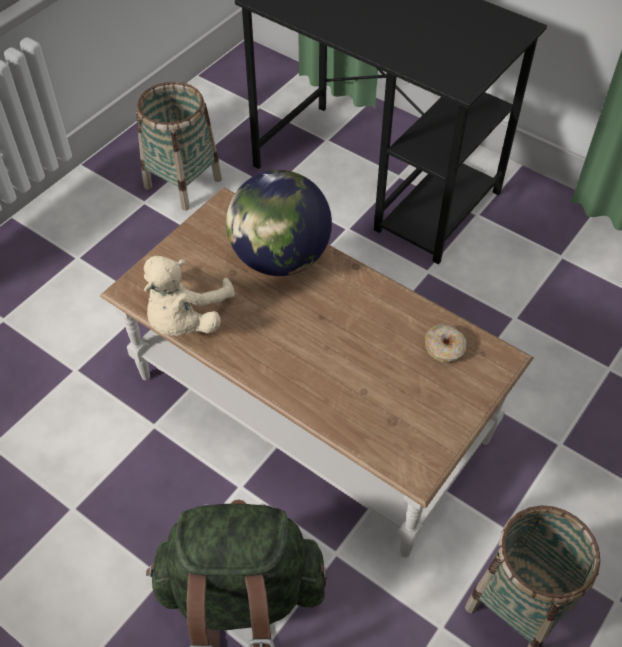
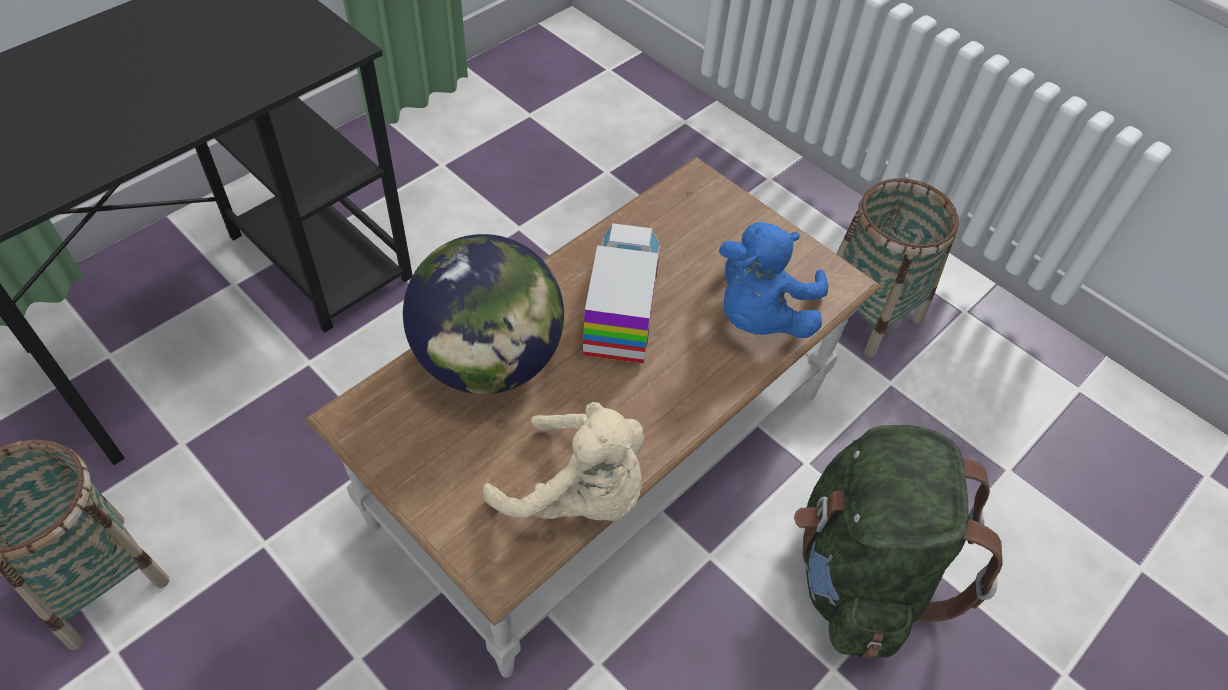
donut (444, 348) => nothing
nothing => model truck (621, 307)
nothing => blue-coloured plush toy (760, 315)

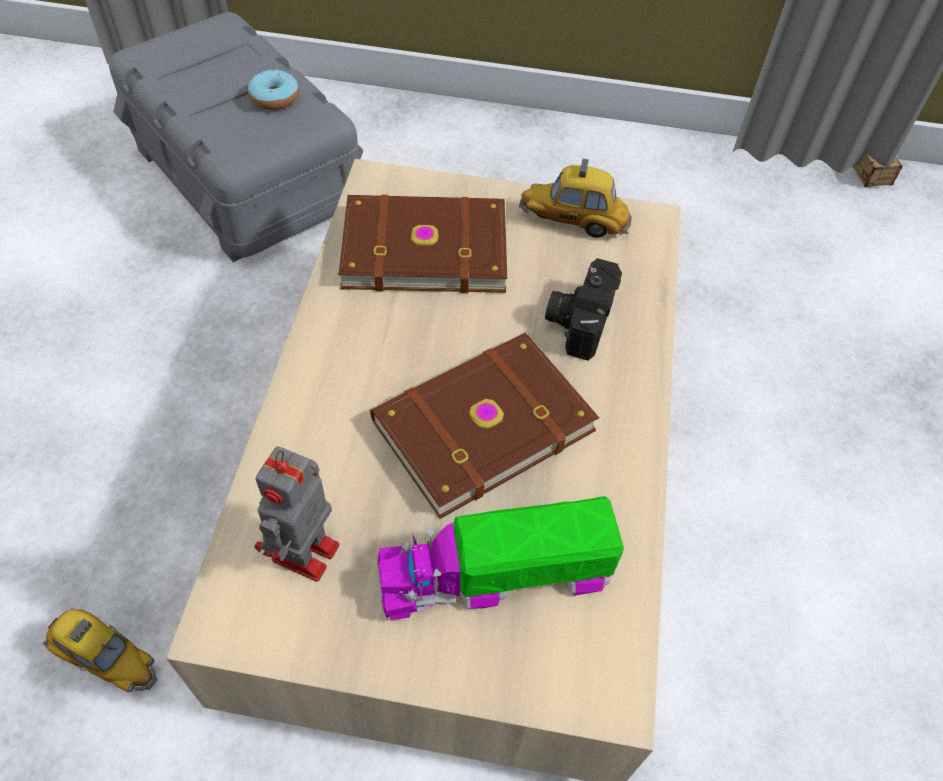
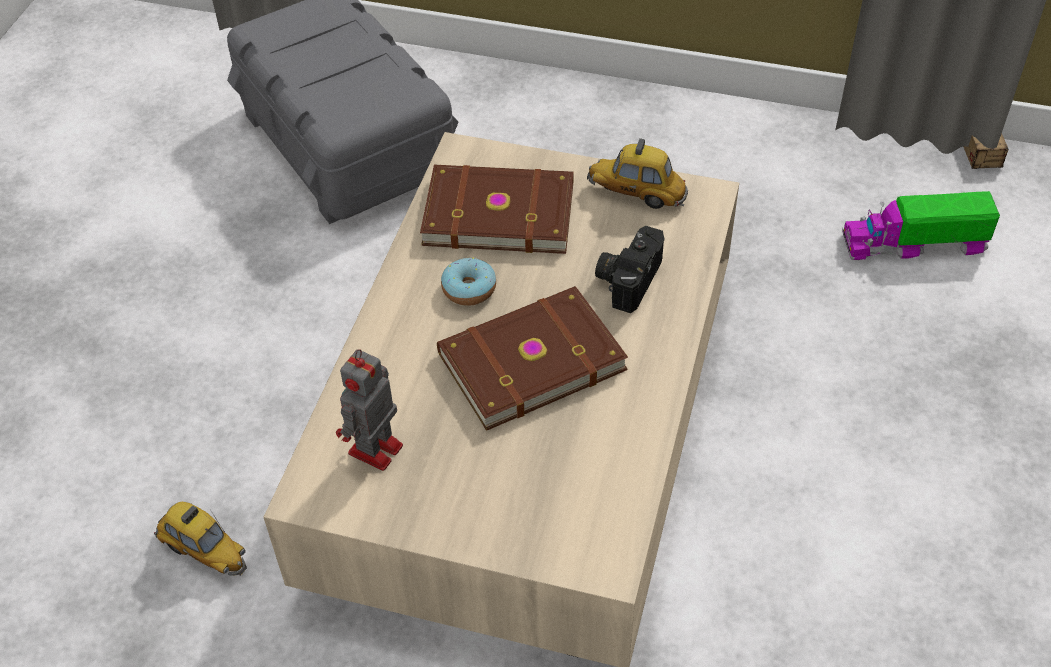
donut (274, 98) => donut (469, 289), moved
model truck (494, 575) => model truck (914, 244), moved

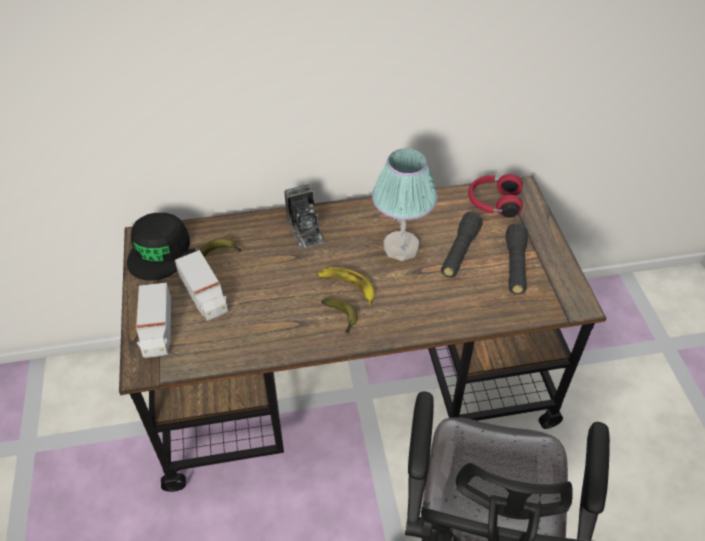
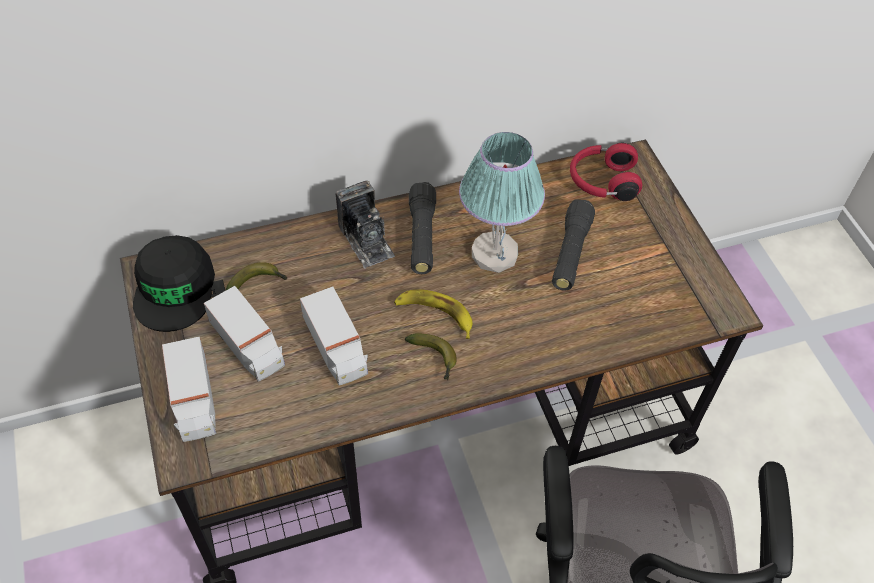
blackish flashlight (515, 266) => blackish flashlight (422, 237), moved
nothing => model truck (336, 348)

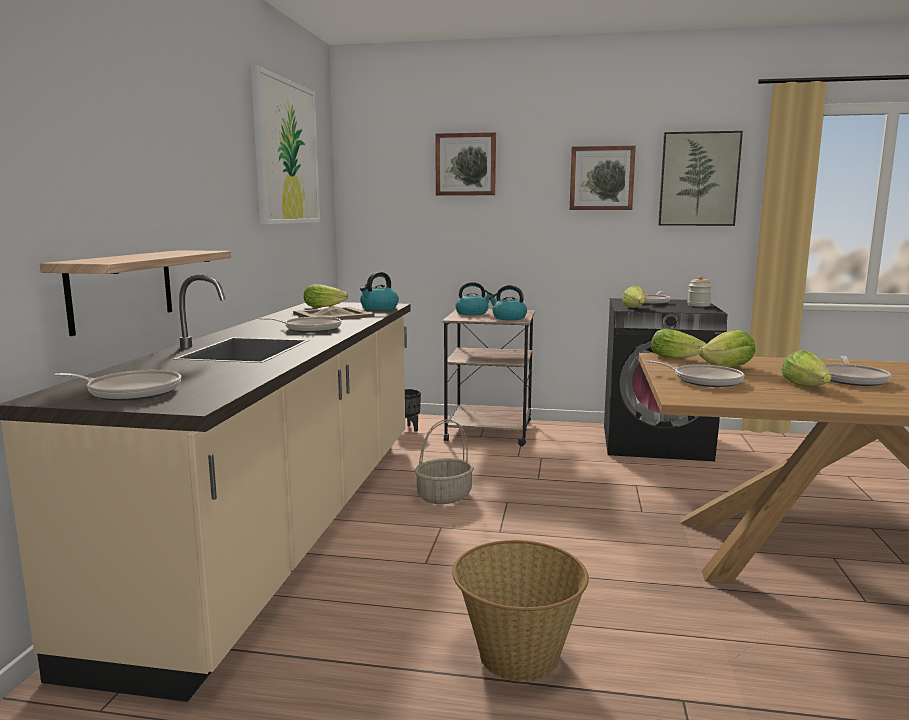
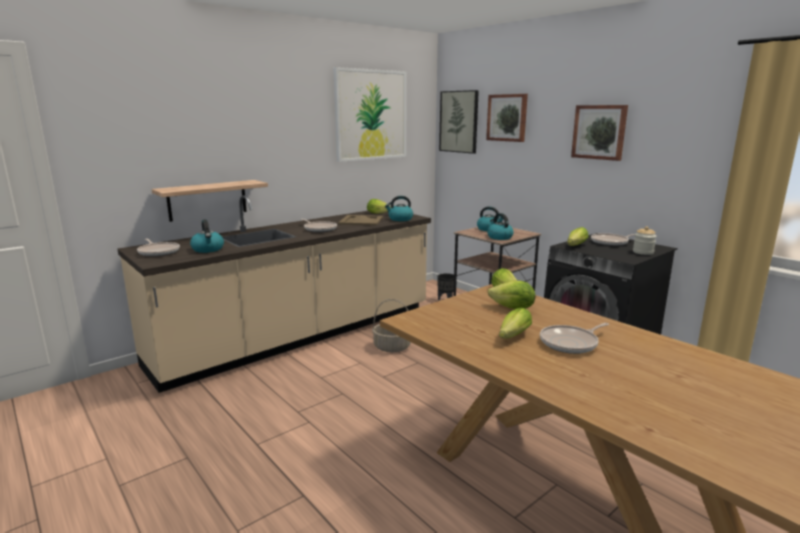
household basket (518, 656) => nothing
frying pan (704, 380) => nothing
wall art (698, 179) => wall art (459, 121), moved
nothing => kettle (208, 249)

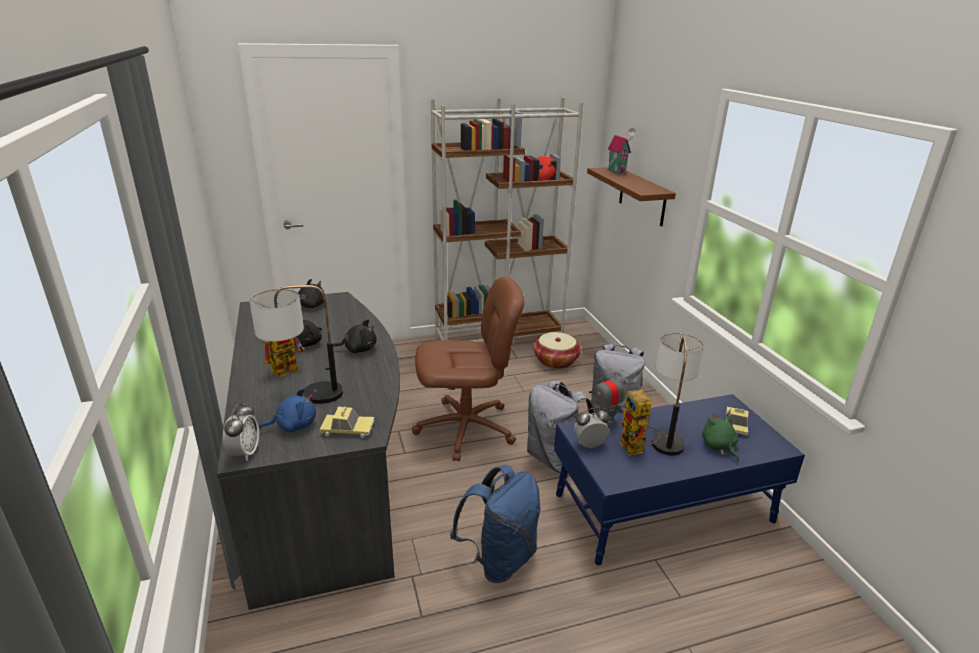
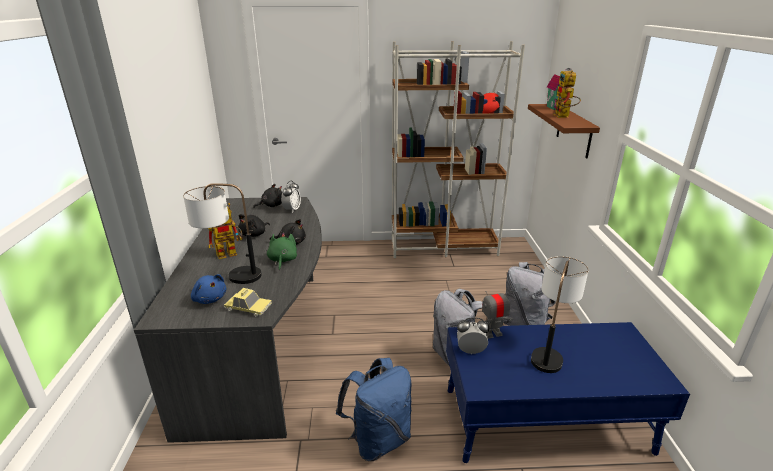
table clock (245, 453) => table clock (292, 210), moved
blue-coloured plush toy (293, 425) => blue-coloured plush toy (209, 299), 45 degrees clockwise
brownish desk chair (466, 428) => nothing
household basket (555, 361) => nothing
toy robot (635, 450) => toy robot (564, 116), moved
greenish plush toy (719, 446) => greenish plush toy (282, 260), moved
toy car (736, 424) => nothing

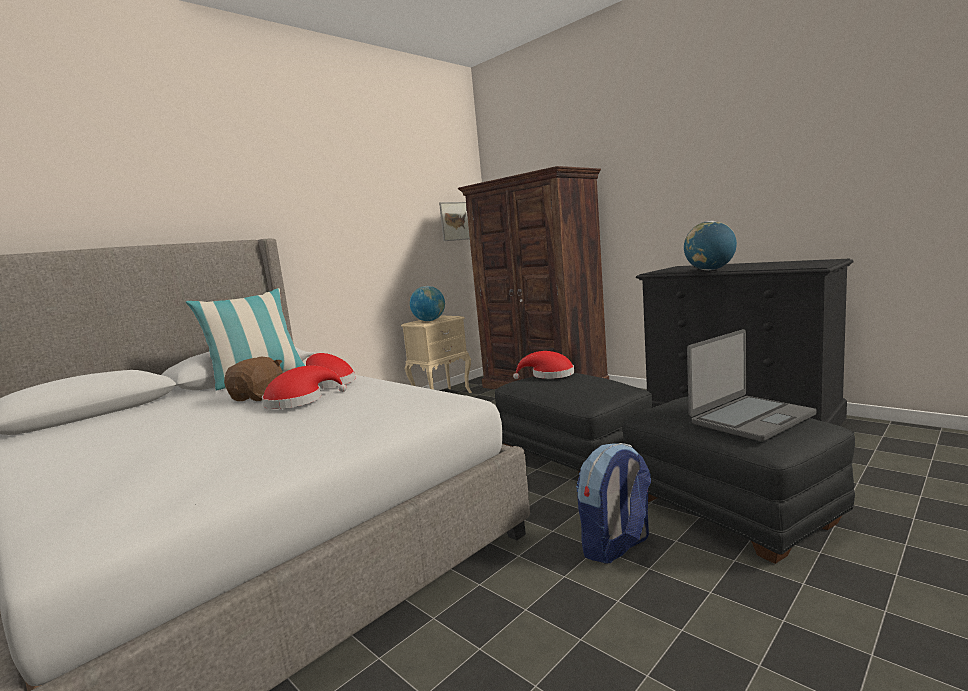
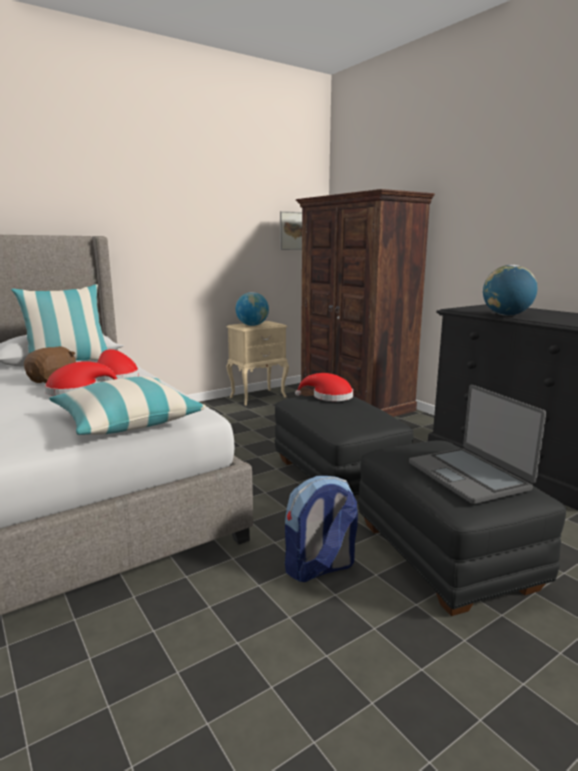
laptop (750, 419) => laptop (469, 476), 90 degrees clockwise
nothing => throw pillow (127, 421)

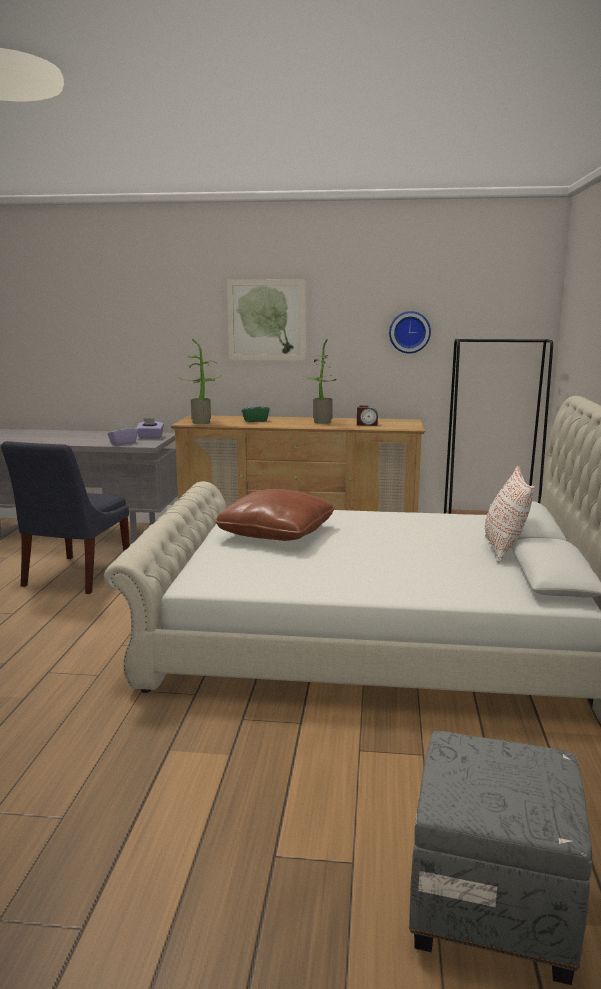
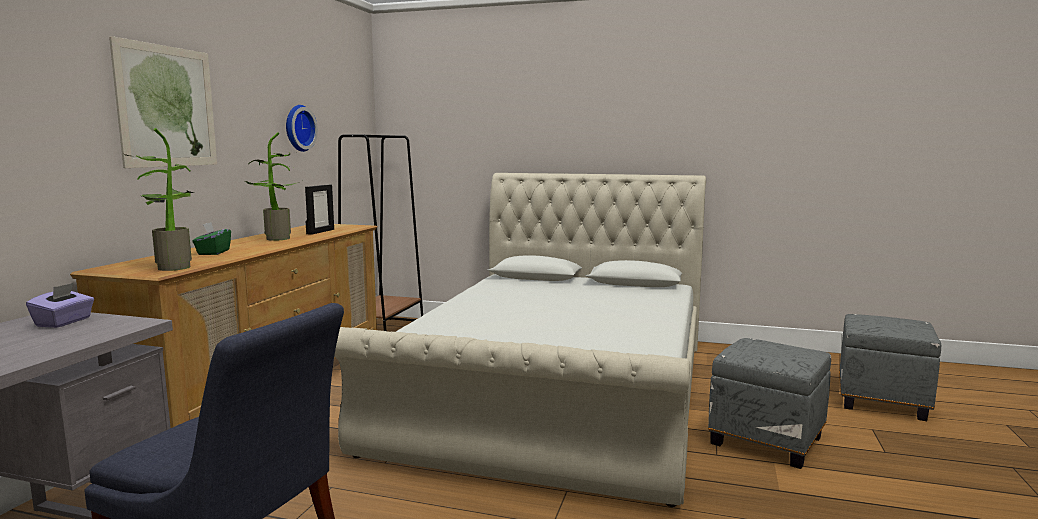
purple-coloured box of tissues (123, 443) => nothing
brownish throw pillow (276, 533) => nothing
table clock (367, 424) => picture frame (320, 231)
white throw pillow (503, 550) => nothing
nothing => grey footrest (768, 440)

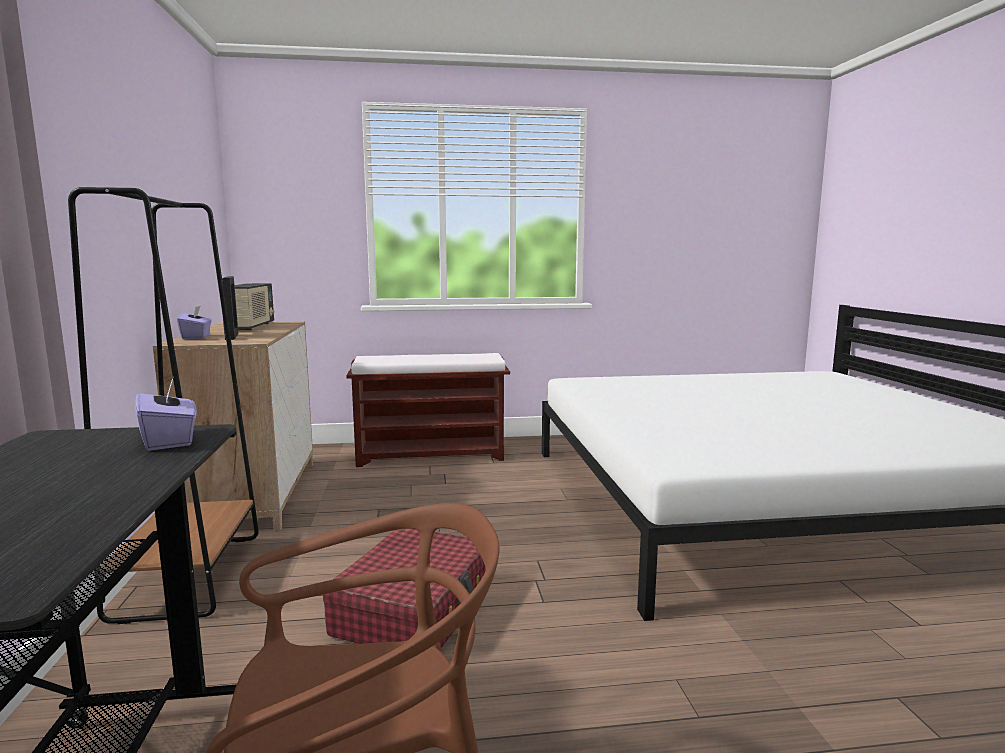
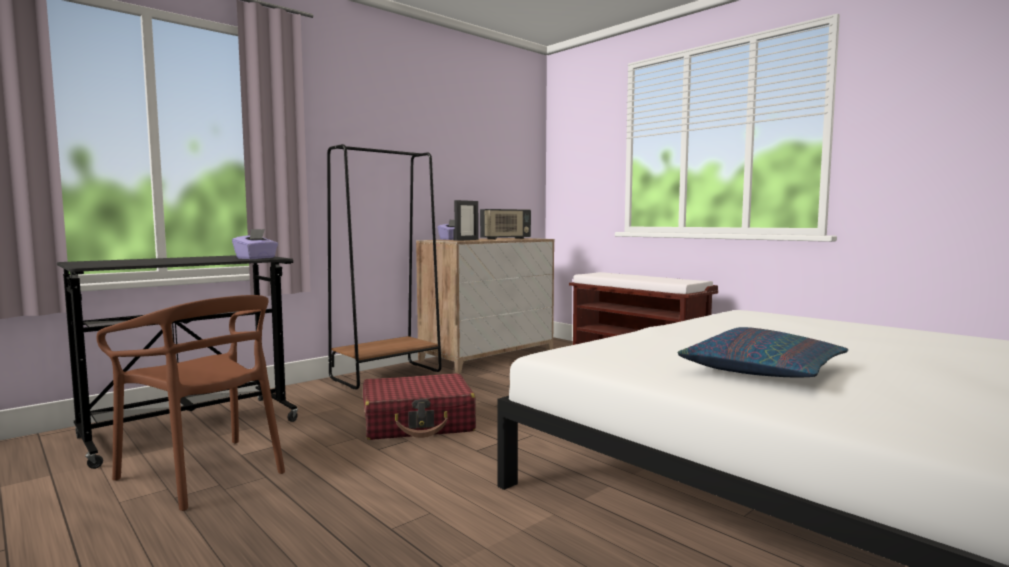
nothing => blue-coloured throw pillow (762, 372)

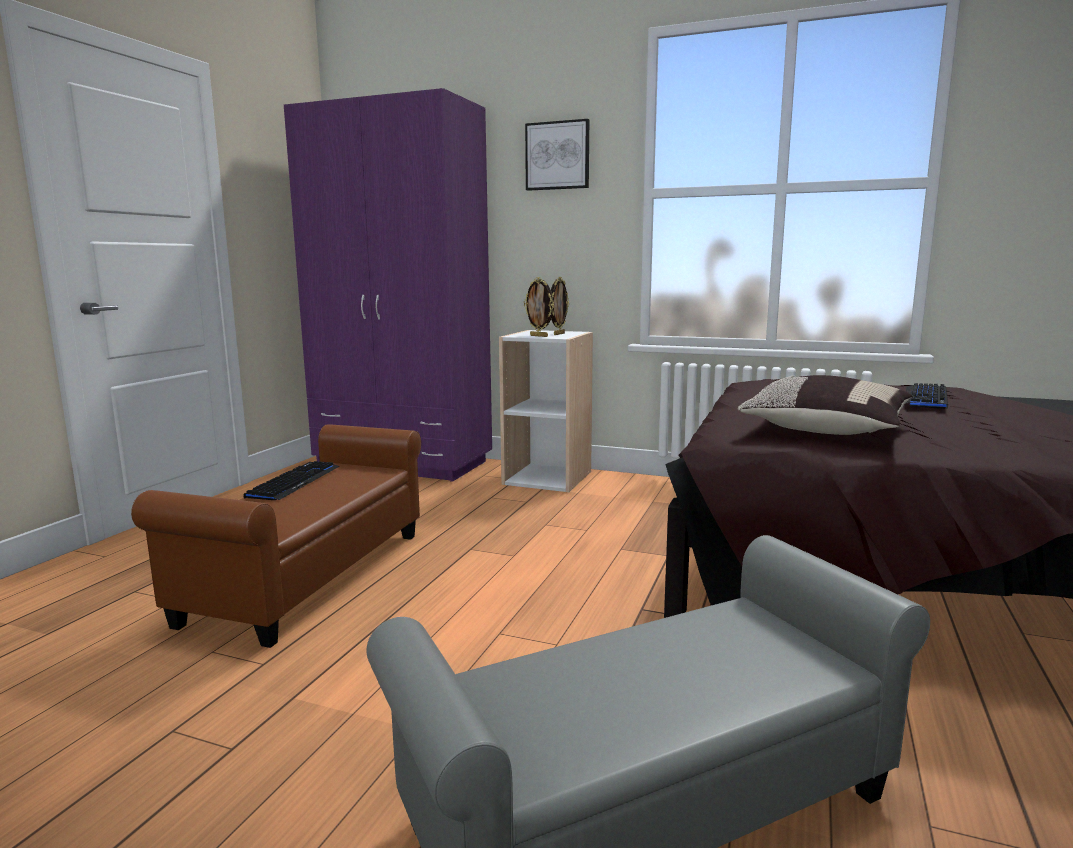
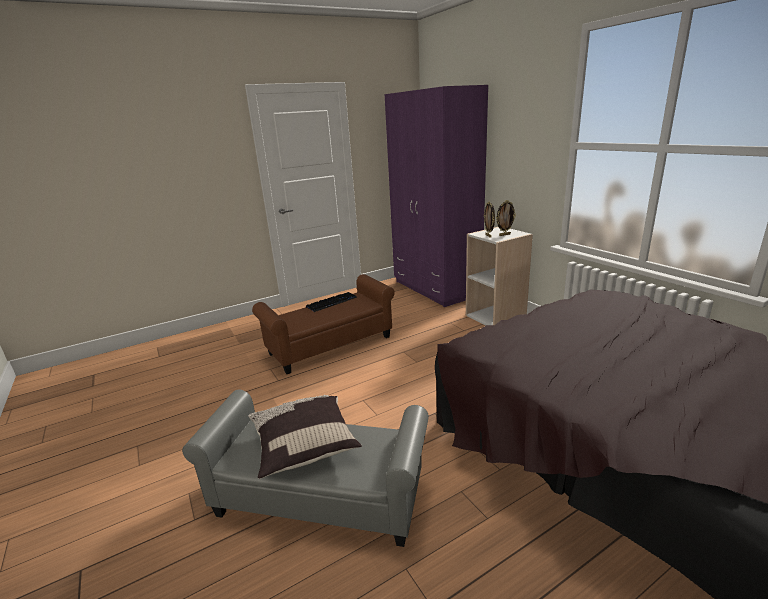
wall art (557, 156) => nothing
throw pillow (825, 430) => throw pillow (304, 445), moved
computer keyboard (926, 398) => nothing

